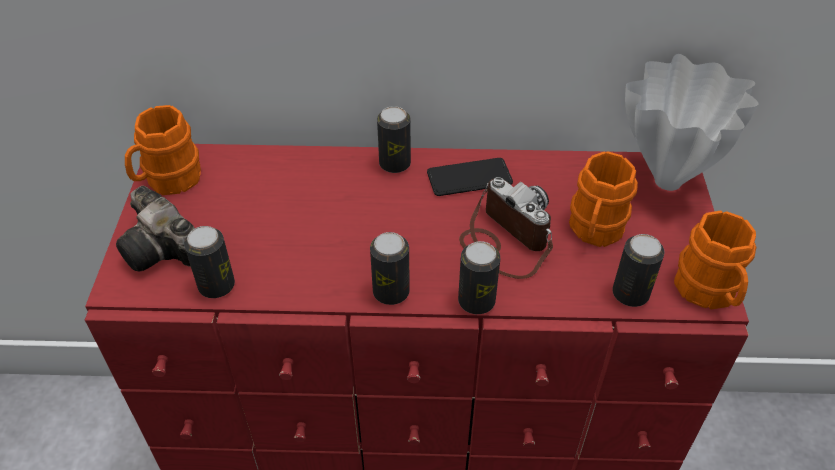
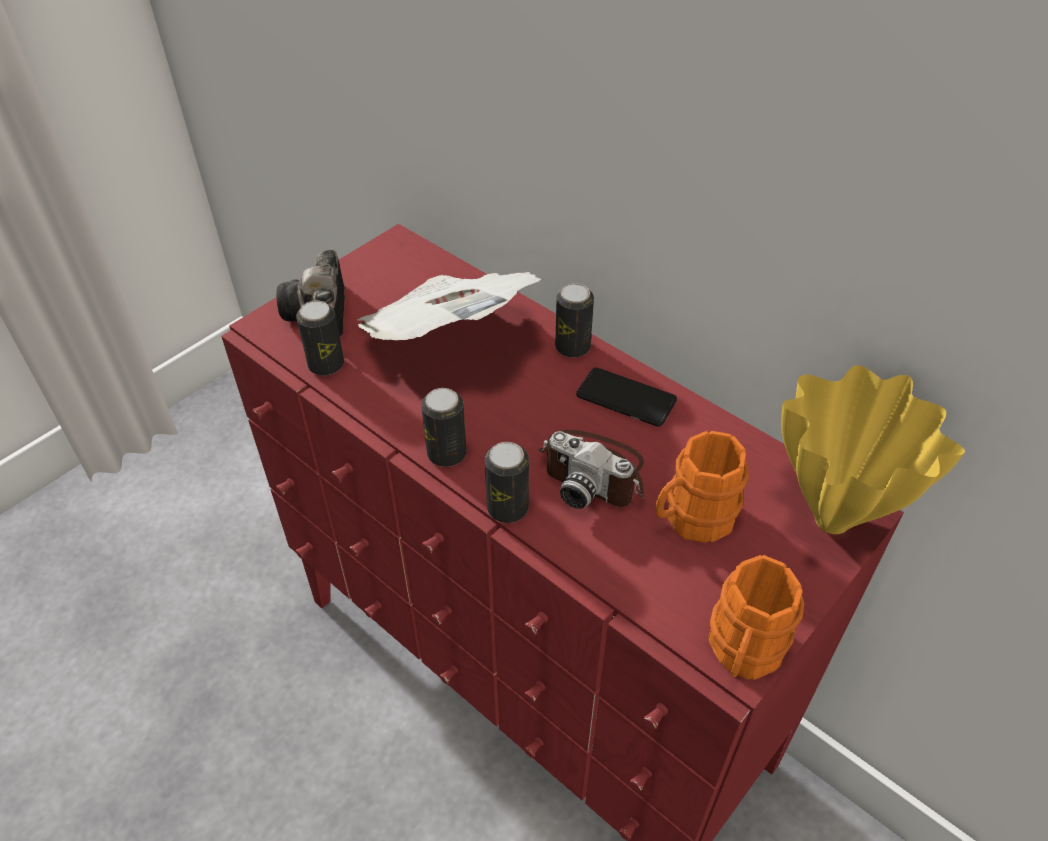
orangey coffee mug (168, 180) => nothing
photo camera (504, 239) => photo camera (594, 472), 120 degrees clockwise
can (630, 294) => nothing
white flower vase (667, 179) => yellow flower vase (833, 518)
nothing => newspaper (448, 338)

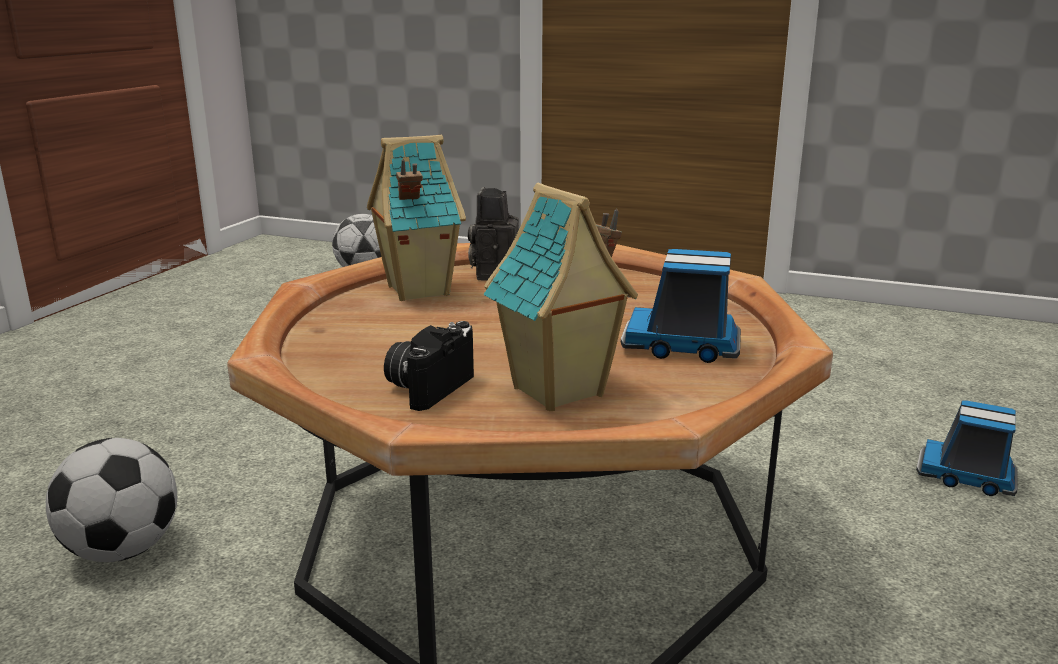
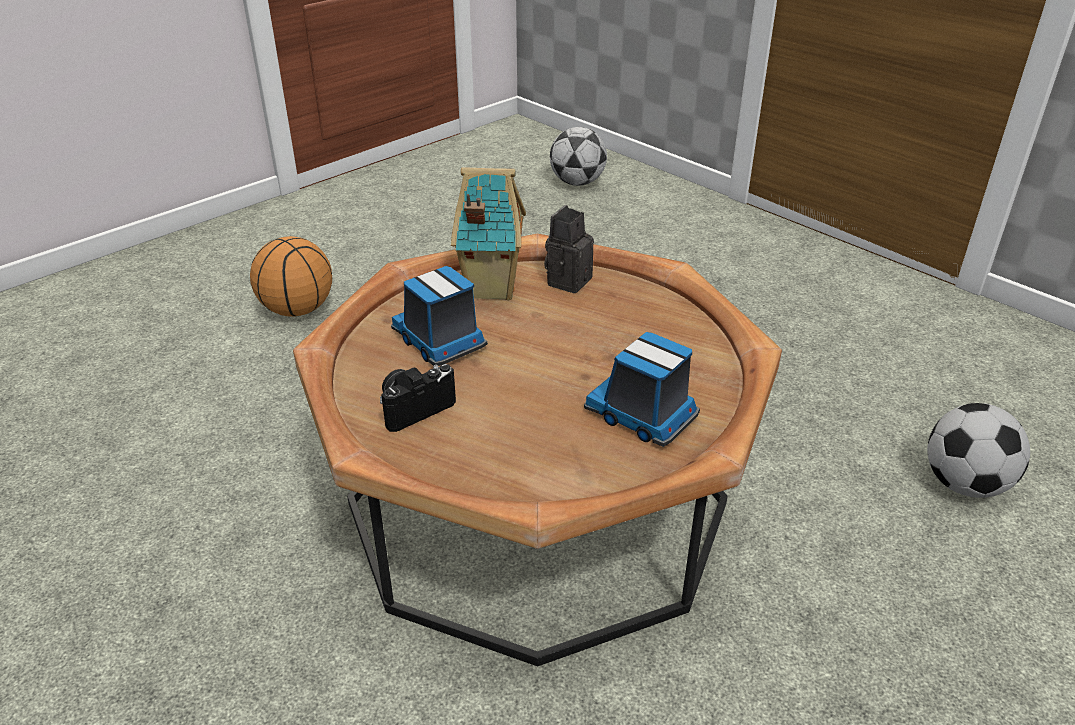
football ball (123, 551) => football ball (964, 485), moved
miniature house (559, 393) => nothing
model truck (968, 477) => model truck (440, 341), moved
nothing => ball for basketball (298, 309)

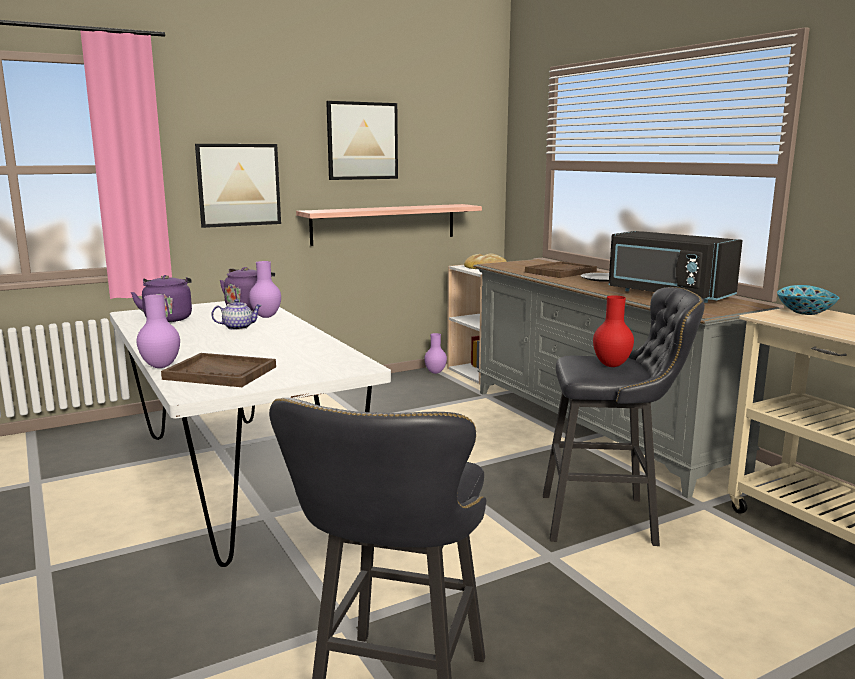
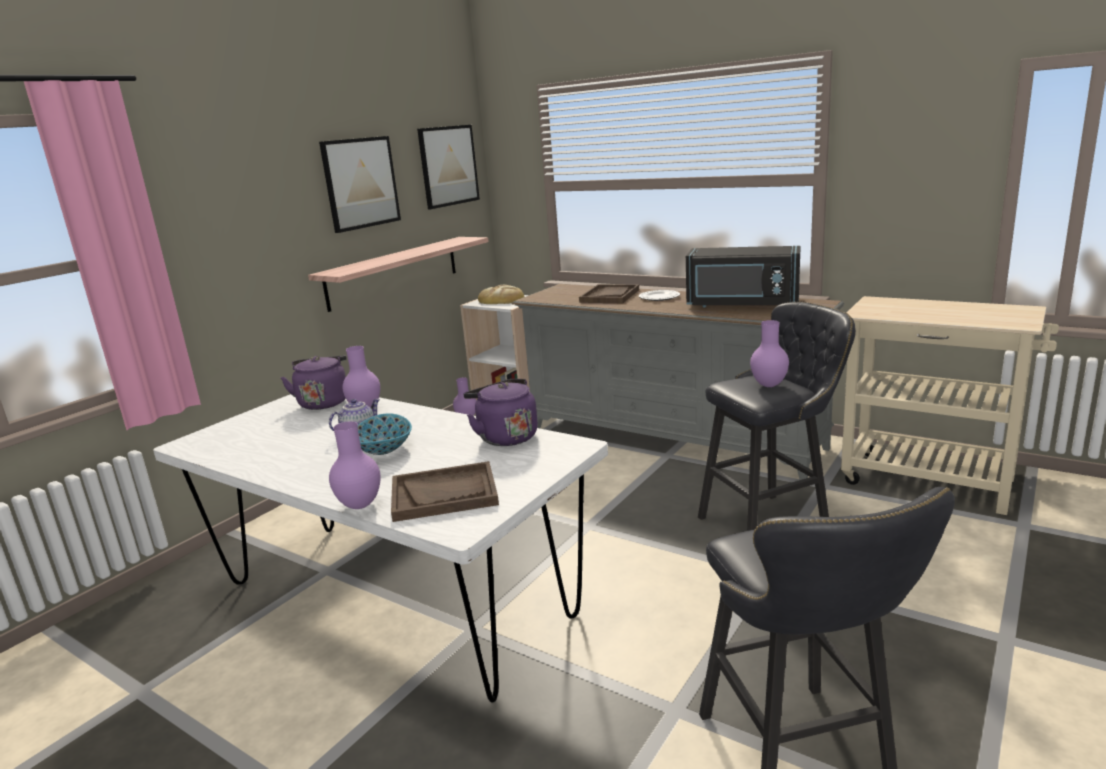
purple-coloured kettle (168, 318) => purple-coloured kettle (505, 437), moved
wall art (239, 185) => wall art (448, 166), moved
red-coloured flower vase (610, 365) => purple-coloured flower vase (768, 385)
deep dish (804, 312) => deep dish (383, 449), moved

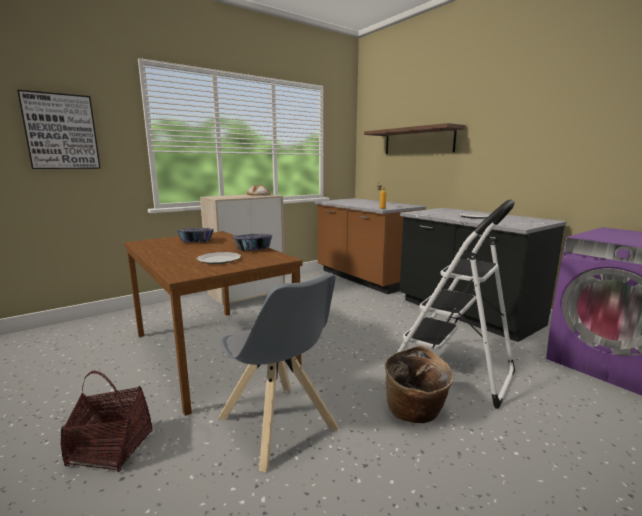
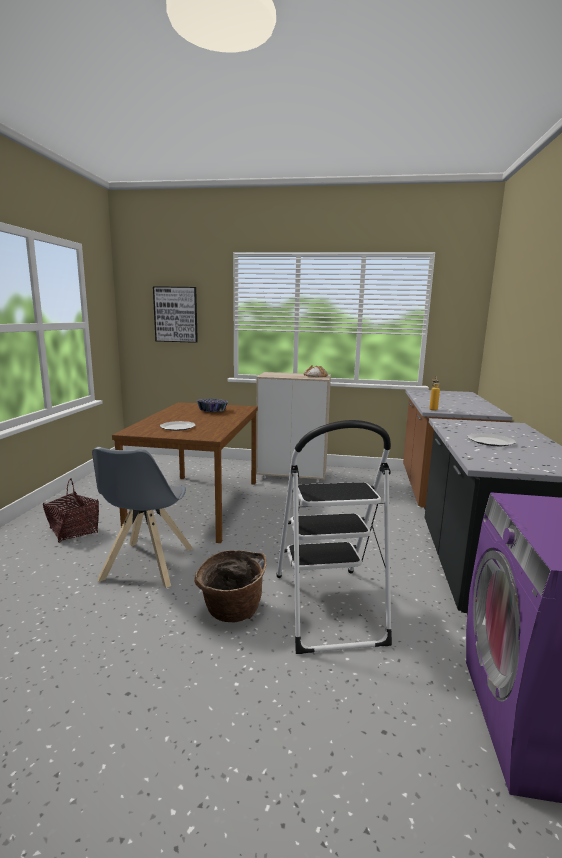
deep dish (252, 249) => nothing
wall shelf (418, 141) => nothing

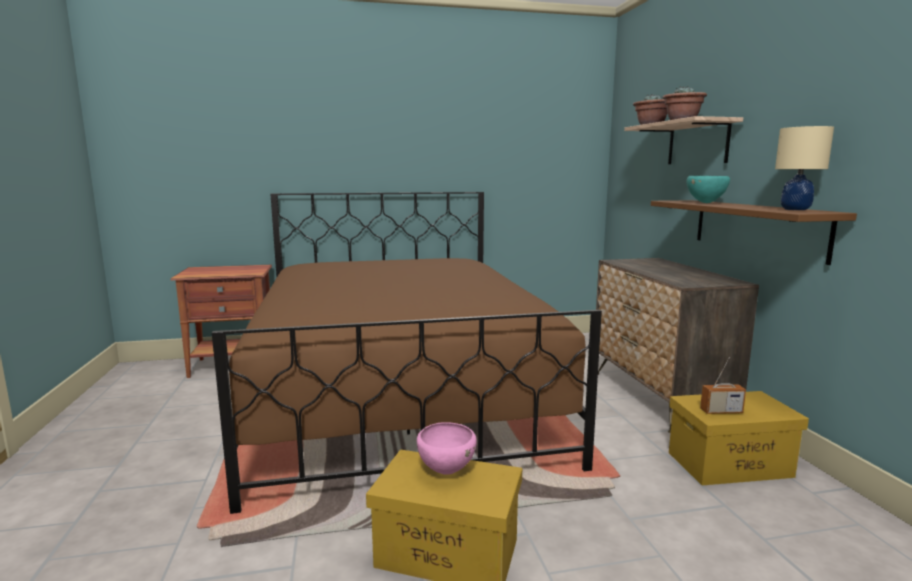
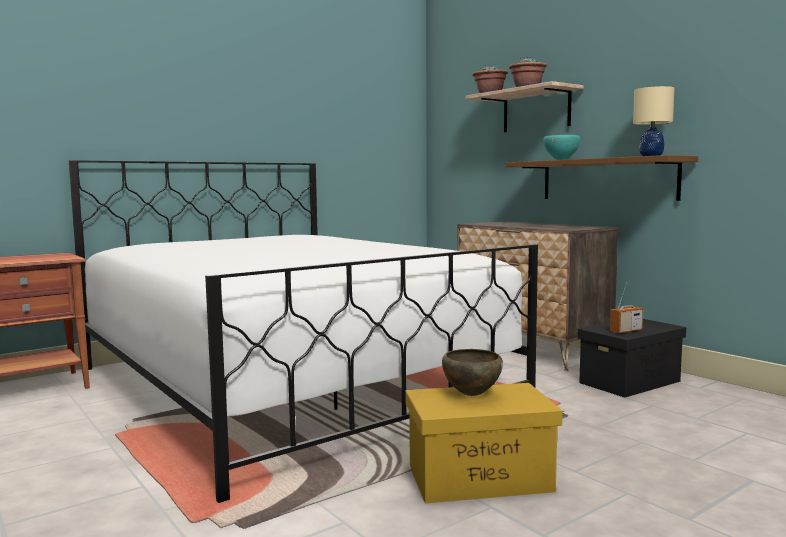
brownish bed (399, 397) => white bed (286, 385)
pinkish deep dish (446, 471) => brownish deep dish (471, 395)
yellow storage bin (730, 464) => blackish storage bin (630, 382)

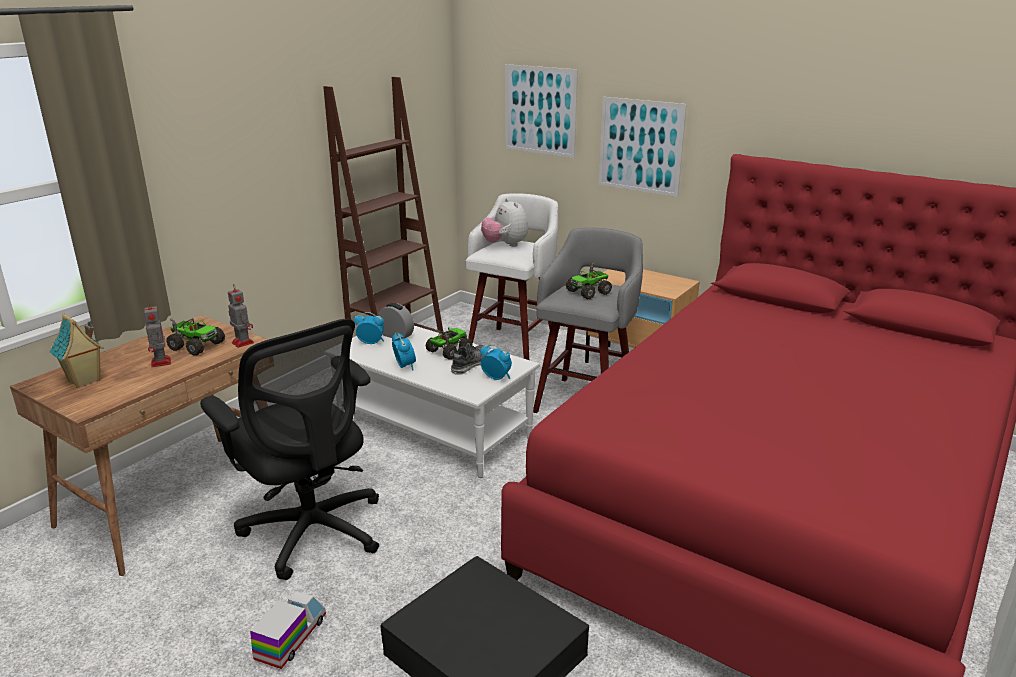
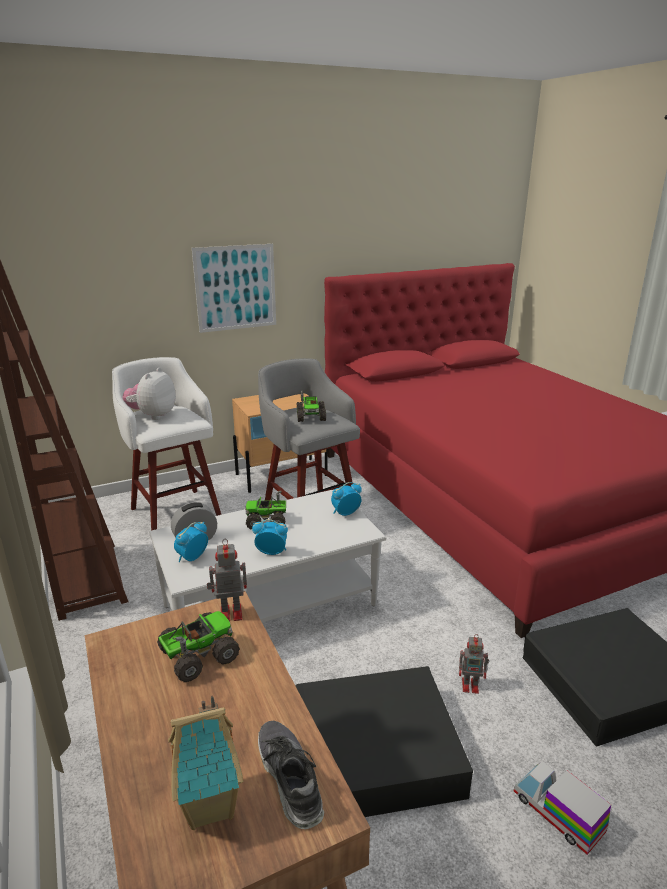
toy robot (161, 363) => toy robot (471, 685), moved
blackish desk chair (307, 527) => blackish storage bin (376, 751)
model truck (448, 351) => model truck (267, 521), 75 degrees counterclockwise
item of footwear (470, 365) => item of footwear (289, 778), moved
plush toy (505, 245) => plush toy (153, 415), 105 degrees clockwise
wall art (540, 110) => nothing

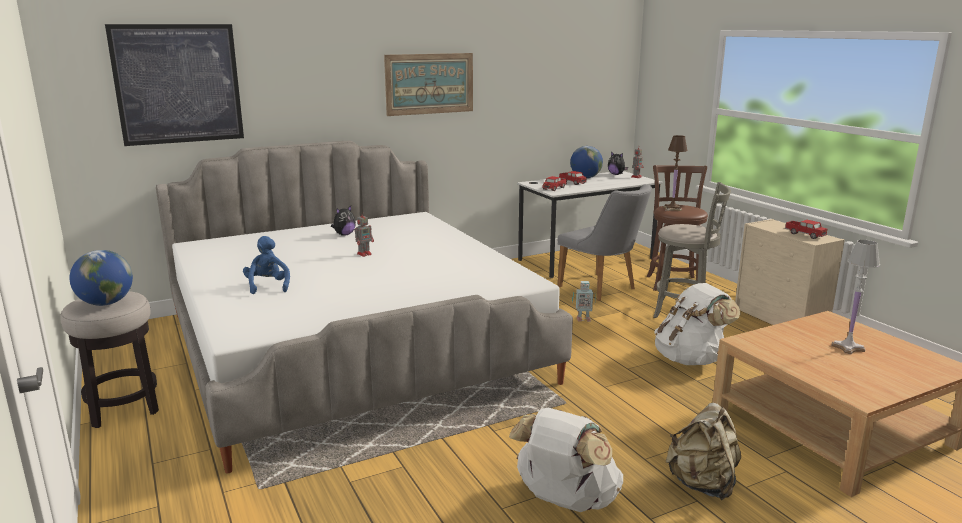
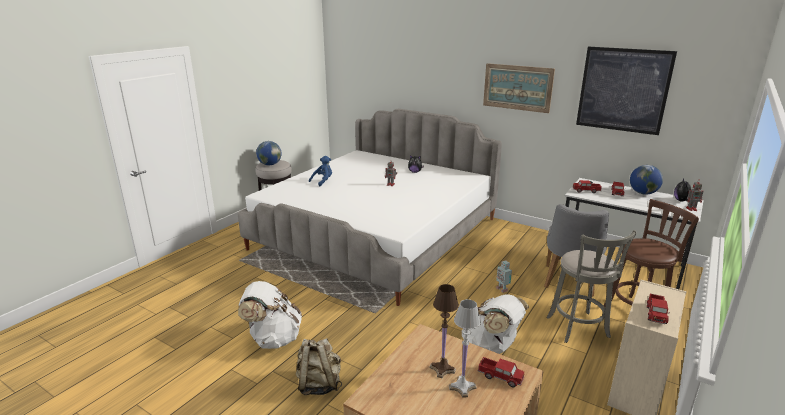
wall art (178, 84) => wall art (623, 90), moved
brownish tabletop lamp (672, 208) => brownish tabletop lamp (442, 368), moved
nothing => model truck (500, 376)

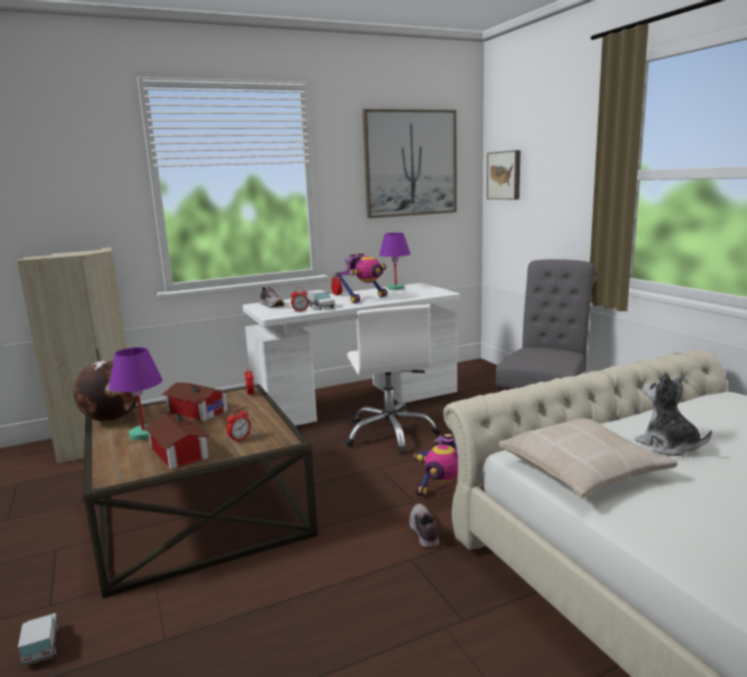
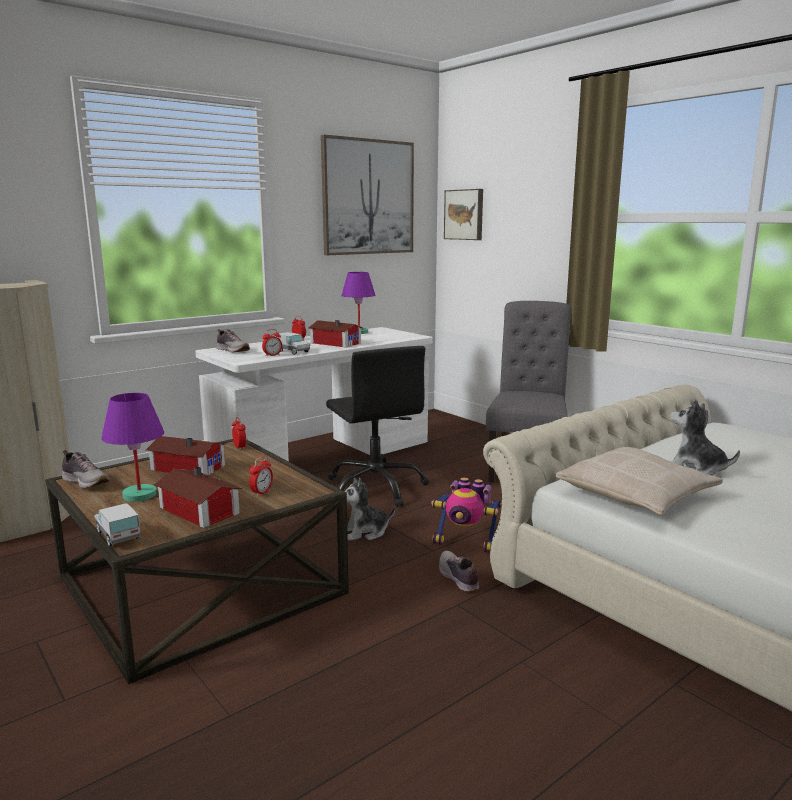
model truck (42, 647) => model truck (118, 535), moved
desk globe (112, 419) => item of footwear (86, 482)
toy robot (365, 299) => miniature house (335, 343)
white desk chair (390, 434) => blackish desk chair (376, 487)
nothing => plush toy (365, 532)

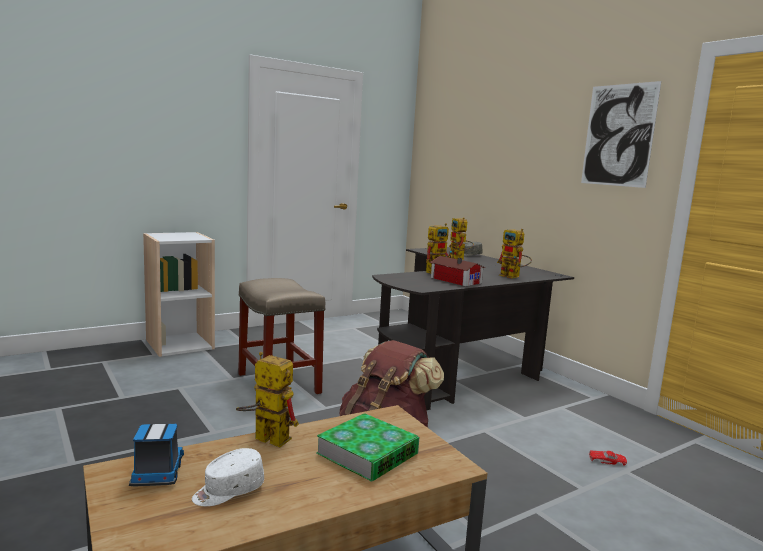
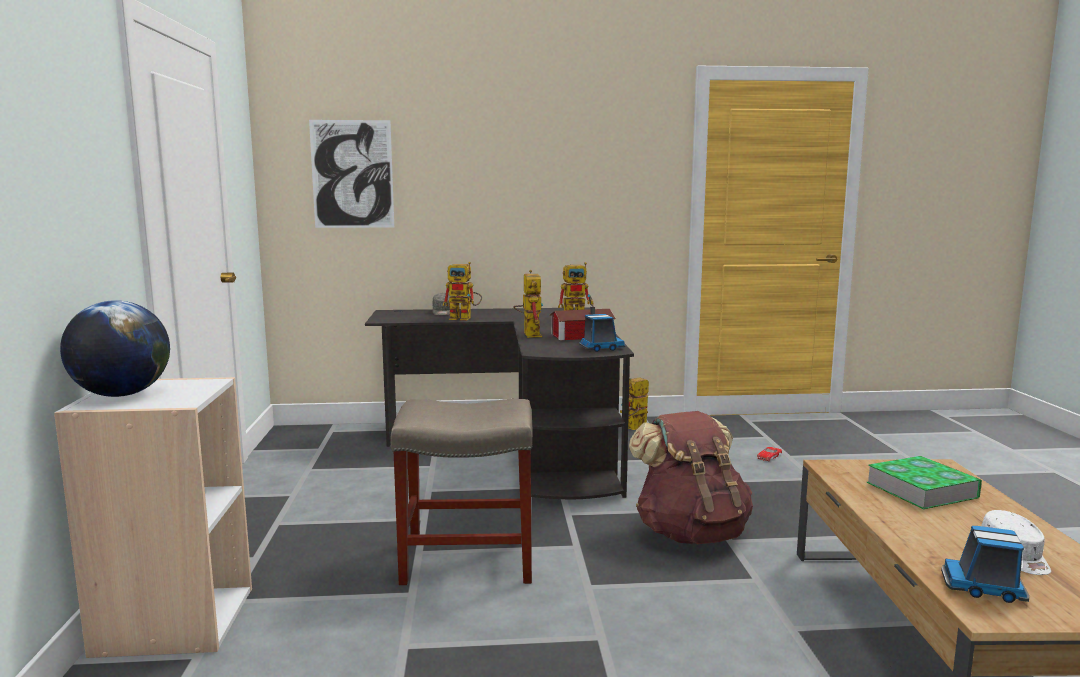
toy robot (264, 438) => toy robot (634, 428), moved
wall art (618, 135) => wall art (352, 174), moved
nothing => desk globe (121, 395)
nothing => model truck (601, 348)

